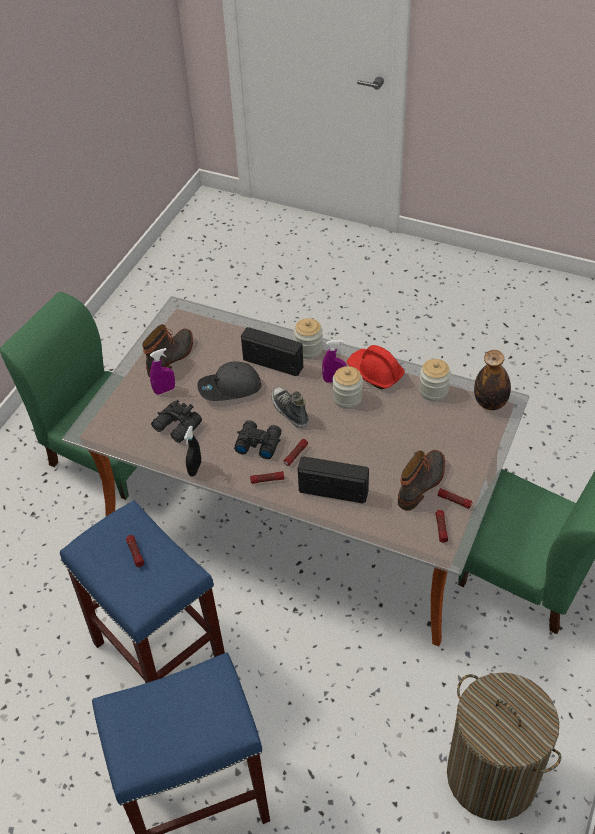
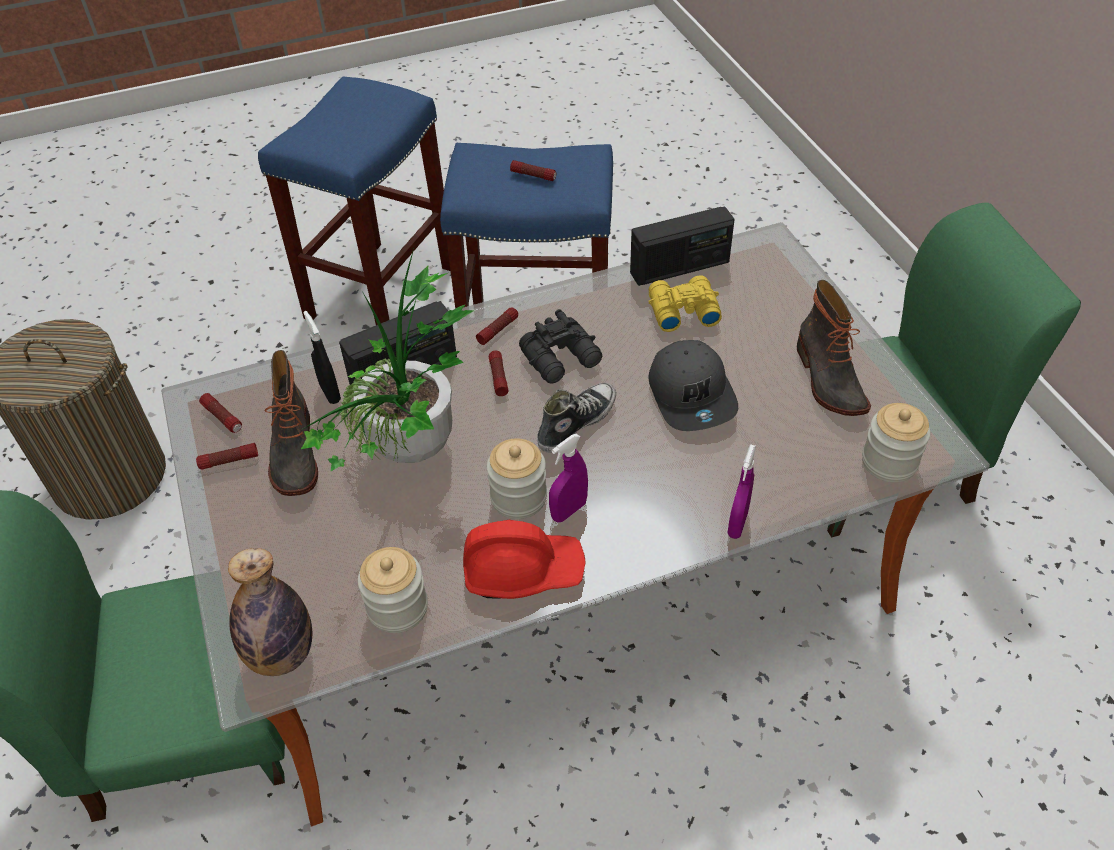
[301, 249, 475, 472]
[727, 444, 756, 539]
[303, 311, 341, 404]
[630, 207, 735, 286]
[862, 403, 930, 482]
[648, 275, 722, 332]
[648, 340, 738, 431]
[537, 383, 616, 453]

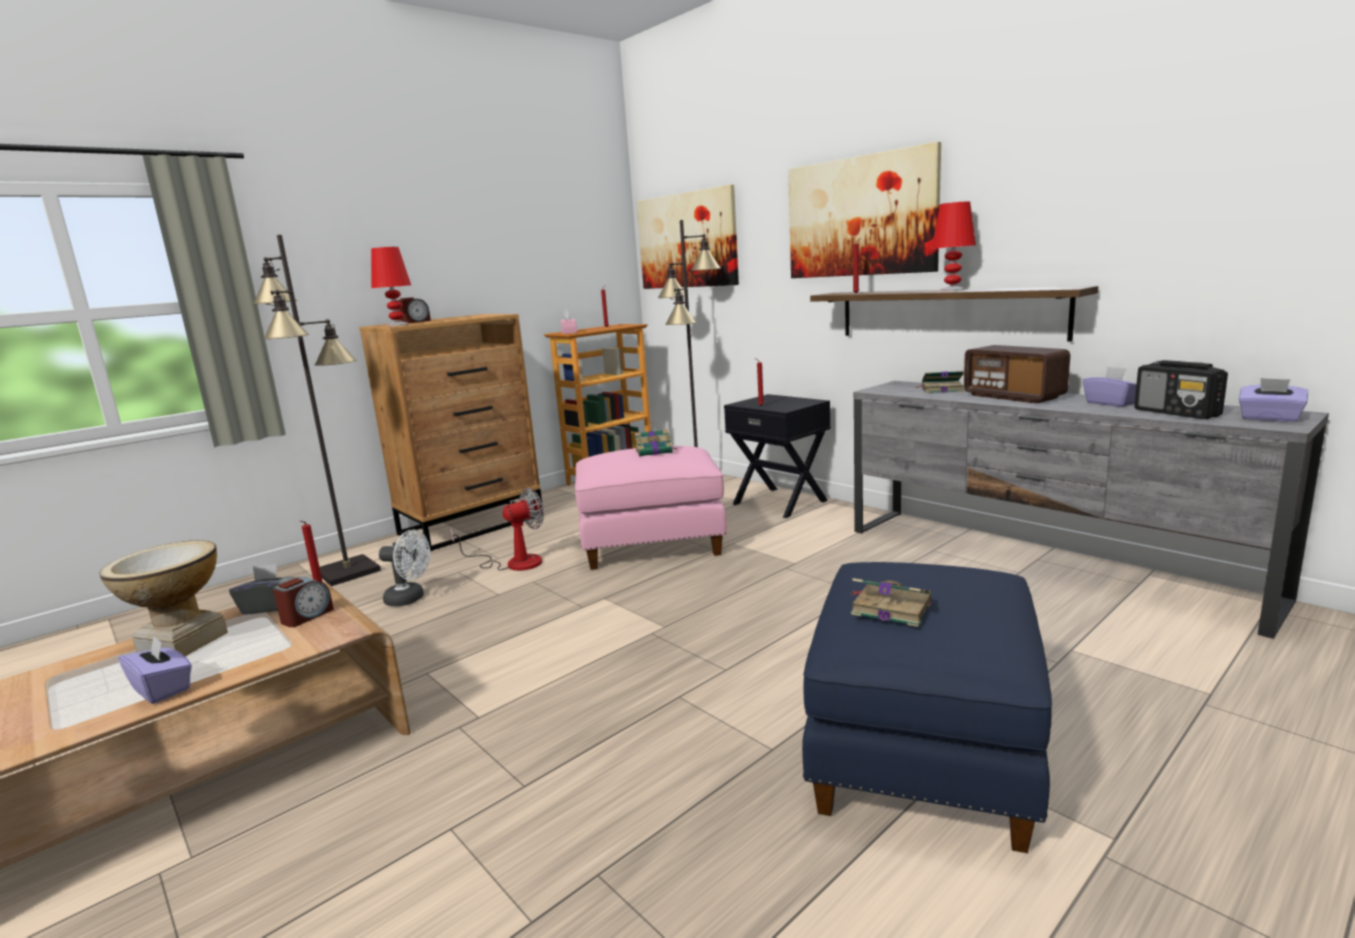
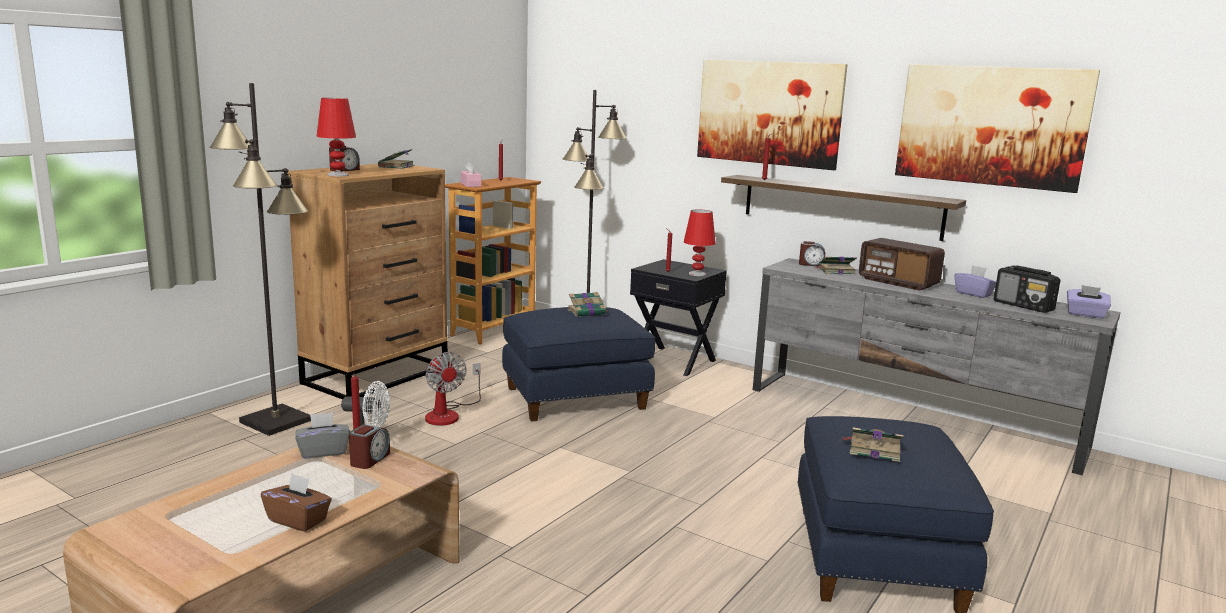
[99, 540, 228, 656] (first image)
[378, 149, 415, 169]
[799, 241, 825, 266]
[895, 64, 1100, 193]
[684, 209, 716, 276]
[261, 473, 332, 532]
[502, 307, 656, 422]
[425, 352, 481, 426]

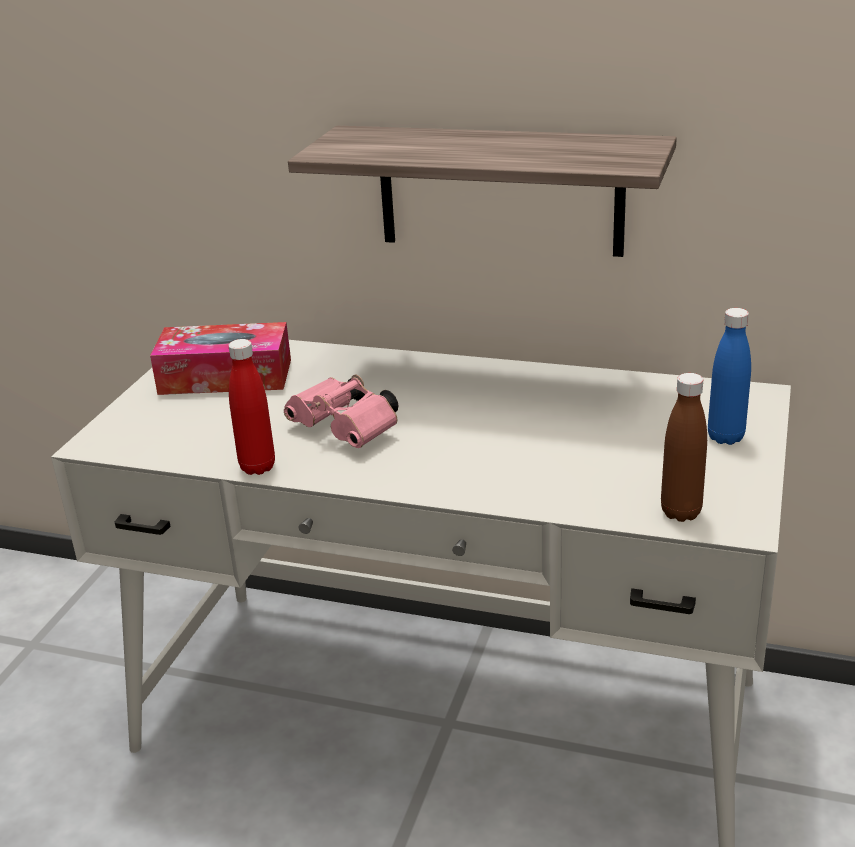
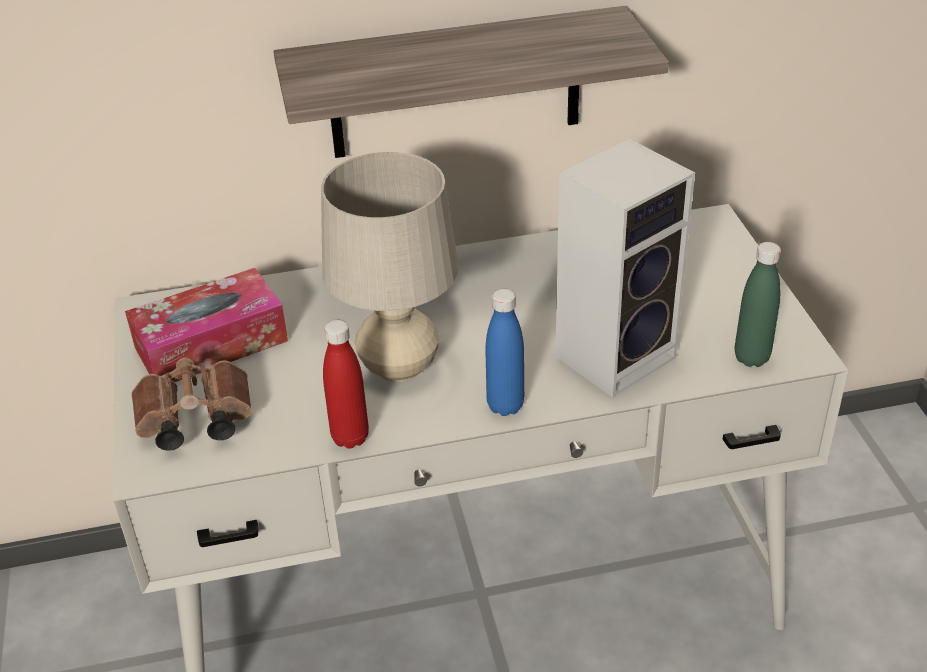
[131, 357, 252, 451]
[555, 138, 695, 397]
[485, 288, 524, 416]
[321, 152, 459, 382]
[735, 242, 781, 367]

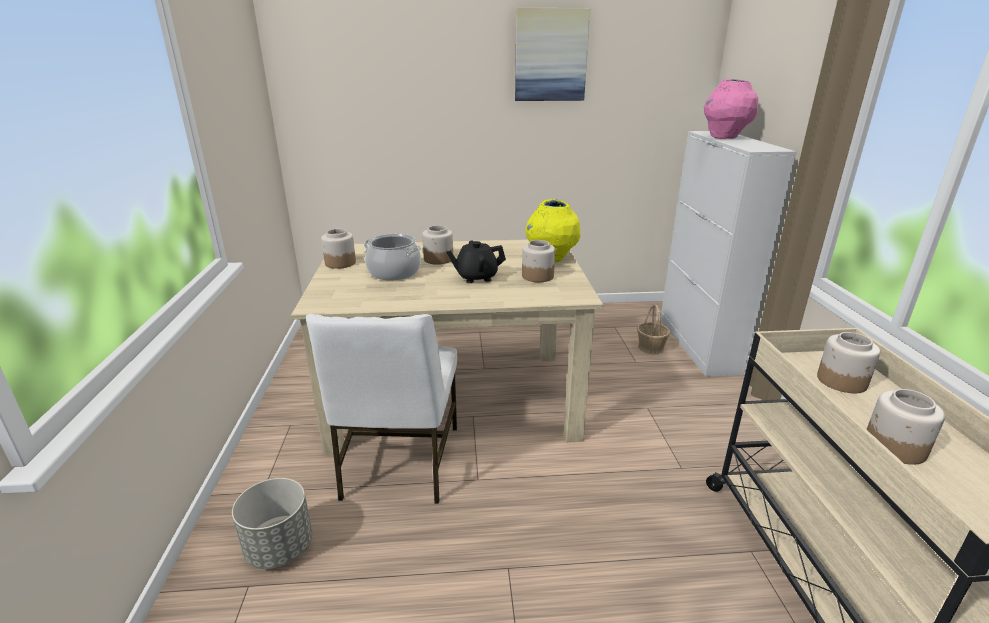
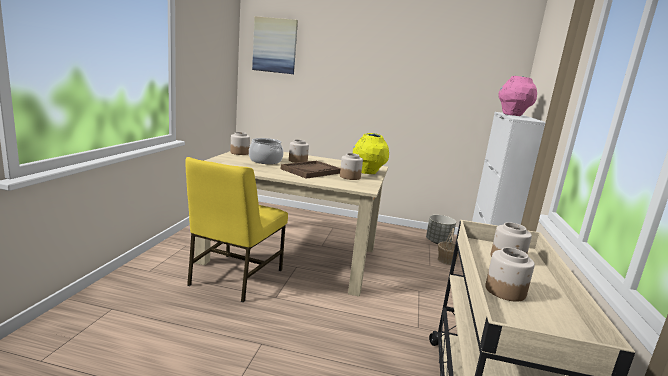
[426, 215, 456, 244]
[252, 16, 298, 74]
[281, 161, 340, 179]
[185, 157, 288, 302]

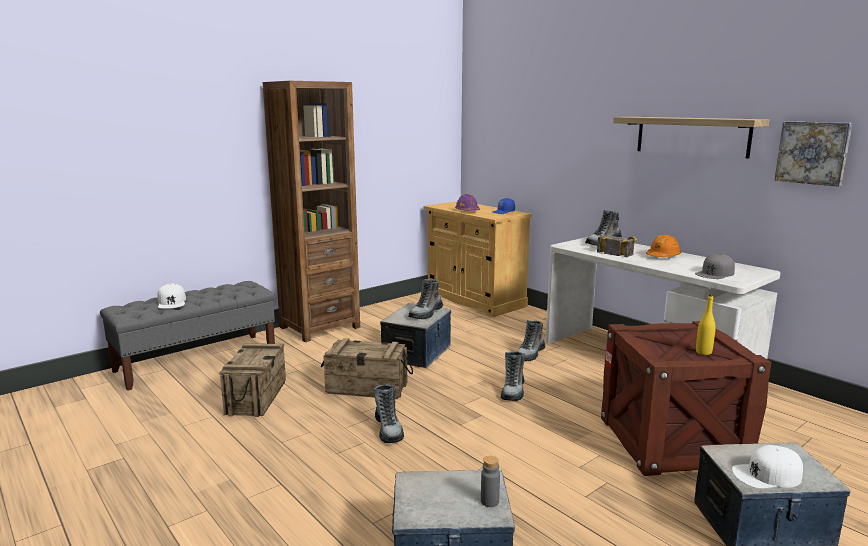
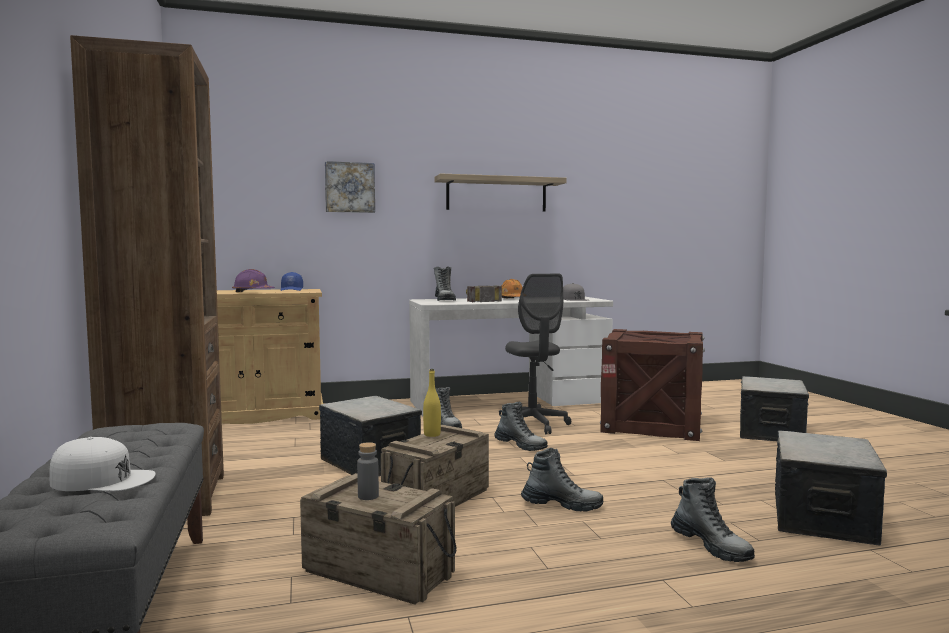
[732, 445, 803, 488] (first image)
[505, 274, 571, 434]
[671, 477, 755, 562]
[357, 442, 379, 500]
[423, 369, 441, 437]
[325, 161, 375, 213]

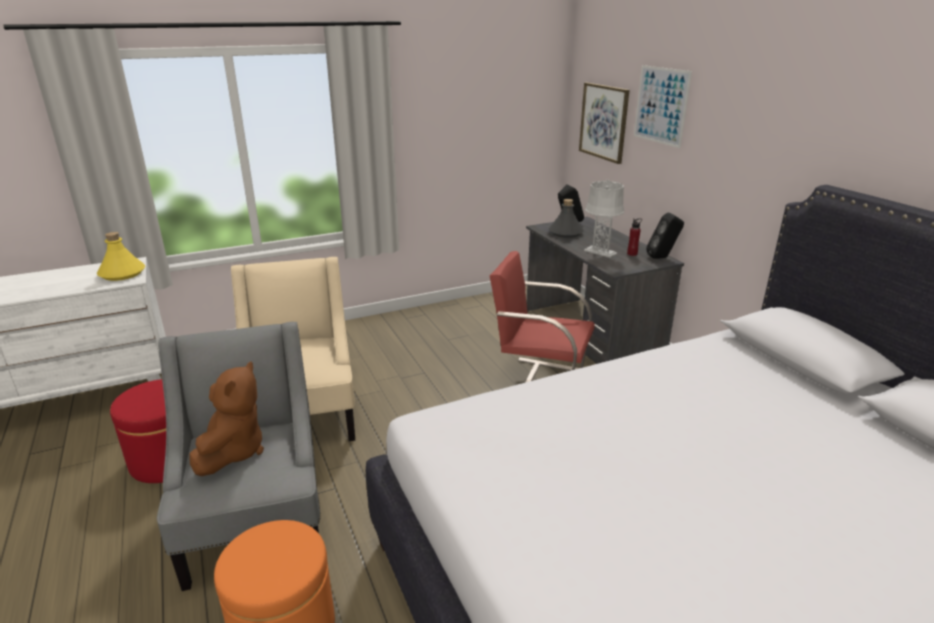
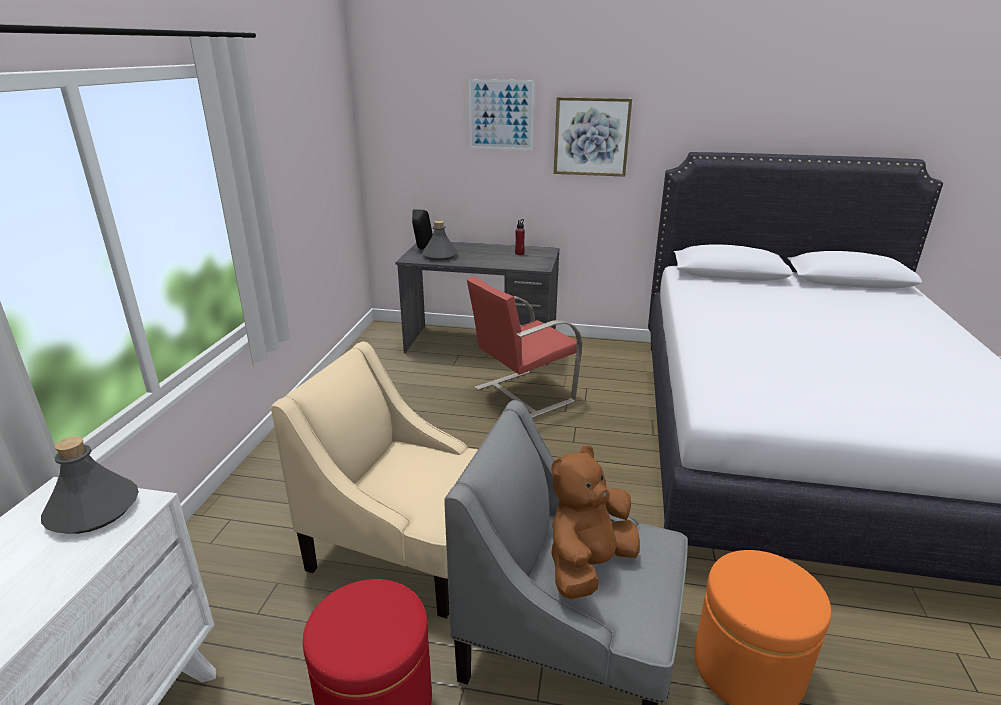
[584, 179, 625, 258] (first image)
[646, 212, 684, 259] (first image)
[554, 97, 632, 177]
[41, 436, 139, 534]
[551, 445, 640, 599]

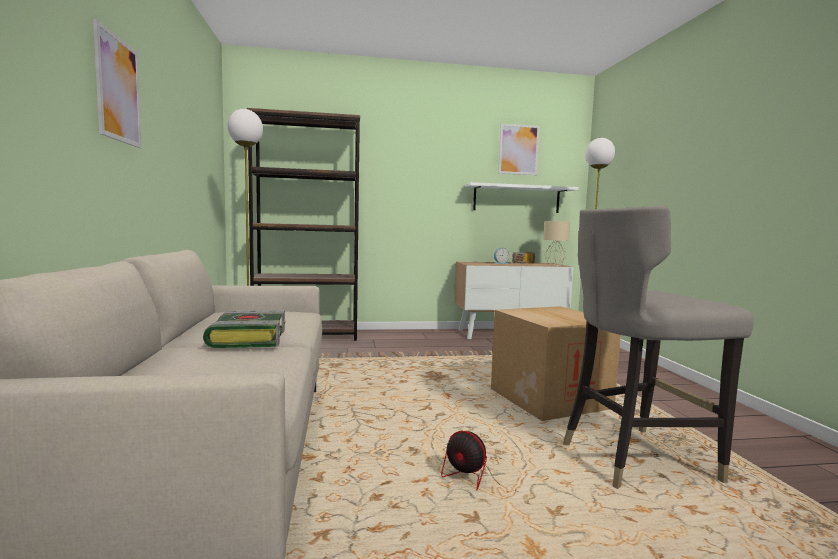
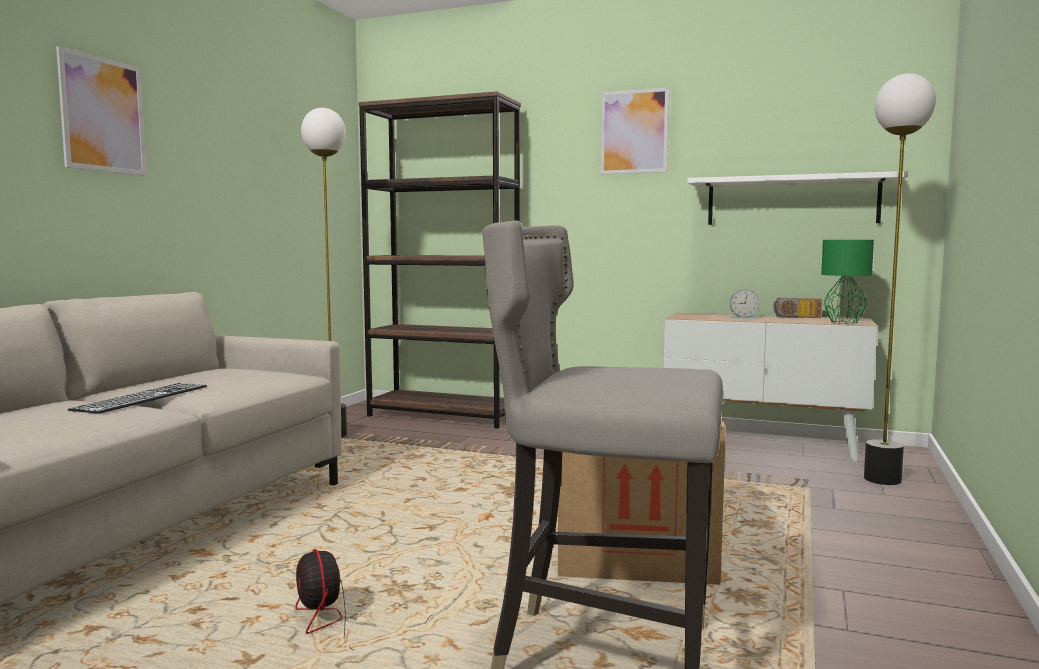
[600, 87, 669, 174]
[68, 383, 207, 414]
[821, 240, 874, 324]

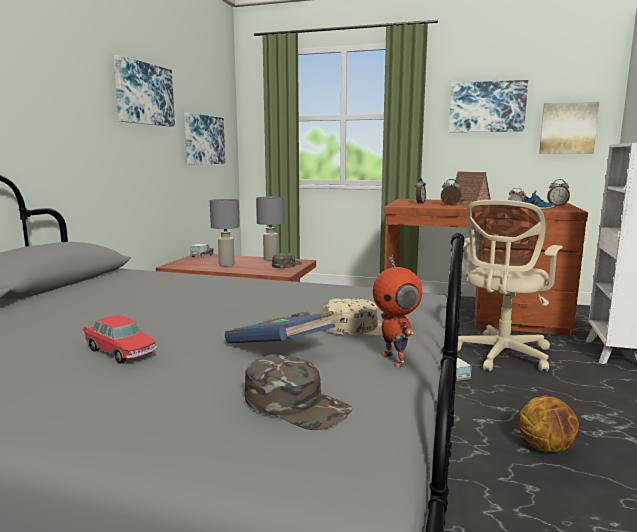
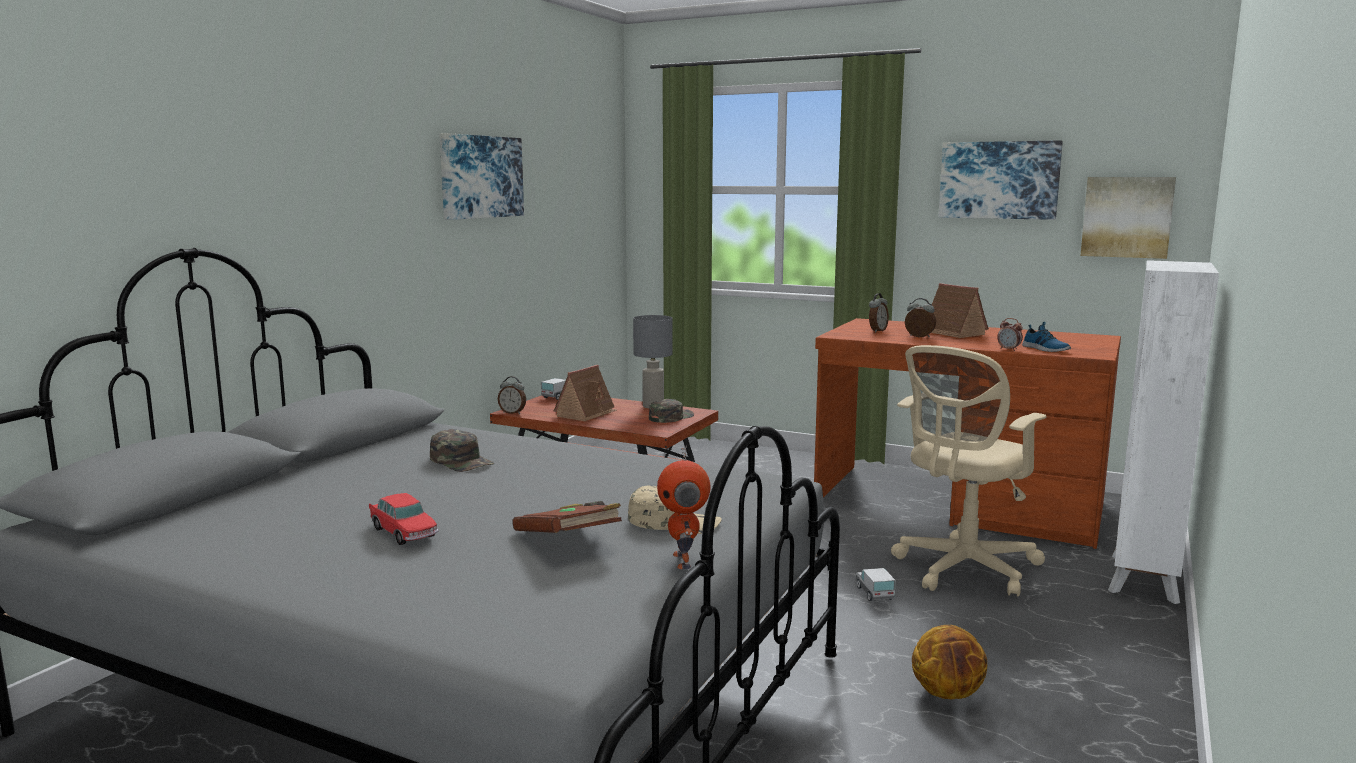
[184, 113, 225, 165] (first image)
[430, 429, 494, 472]
[498, 376, 526, 414]
[554, 365, 617, 421]
[513, 501, 622, 533]

